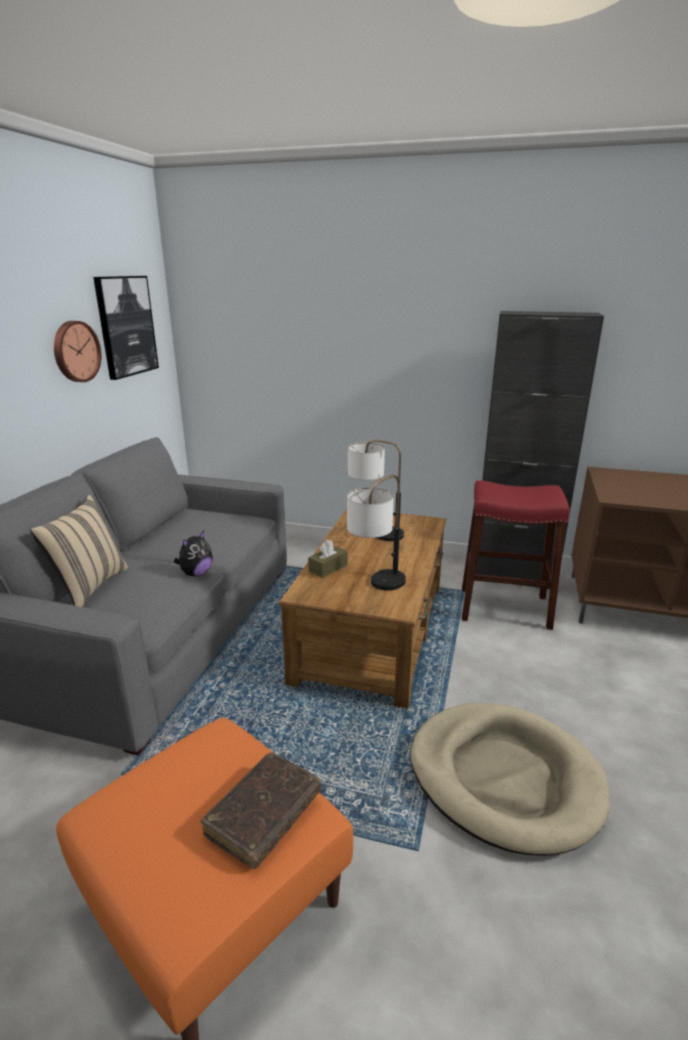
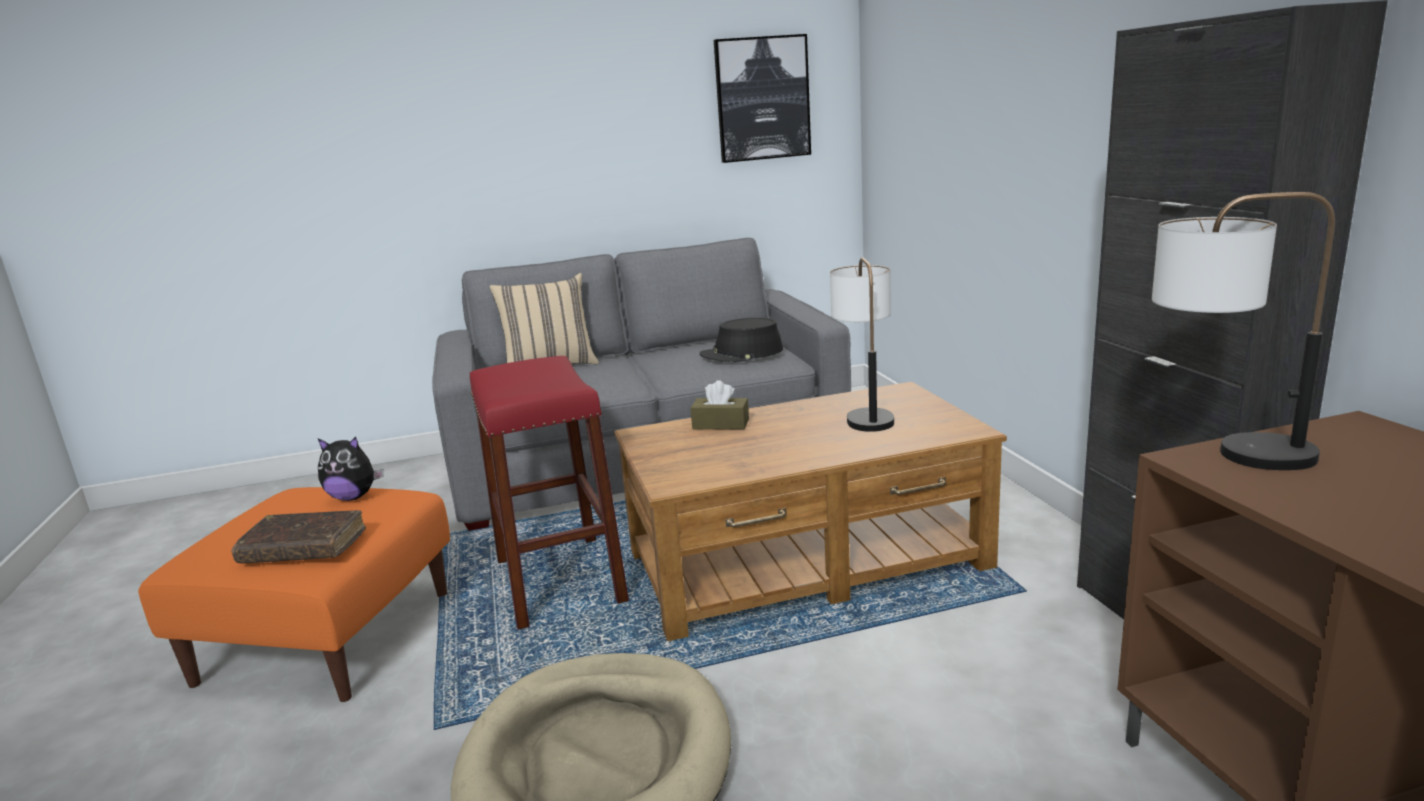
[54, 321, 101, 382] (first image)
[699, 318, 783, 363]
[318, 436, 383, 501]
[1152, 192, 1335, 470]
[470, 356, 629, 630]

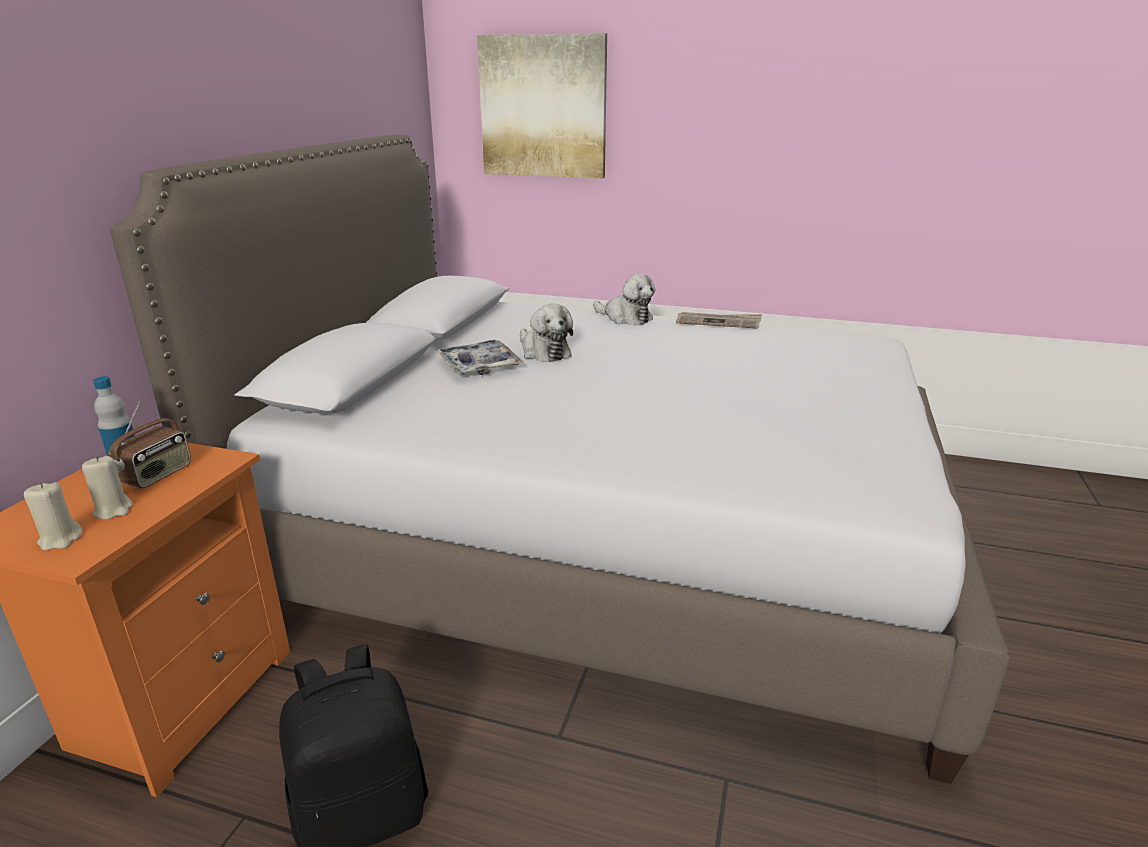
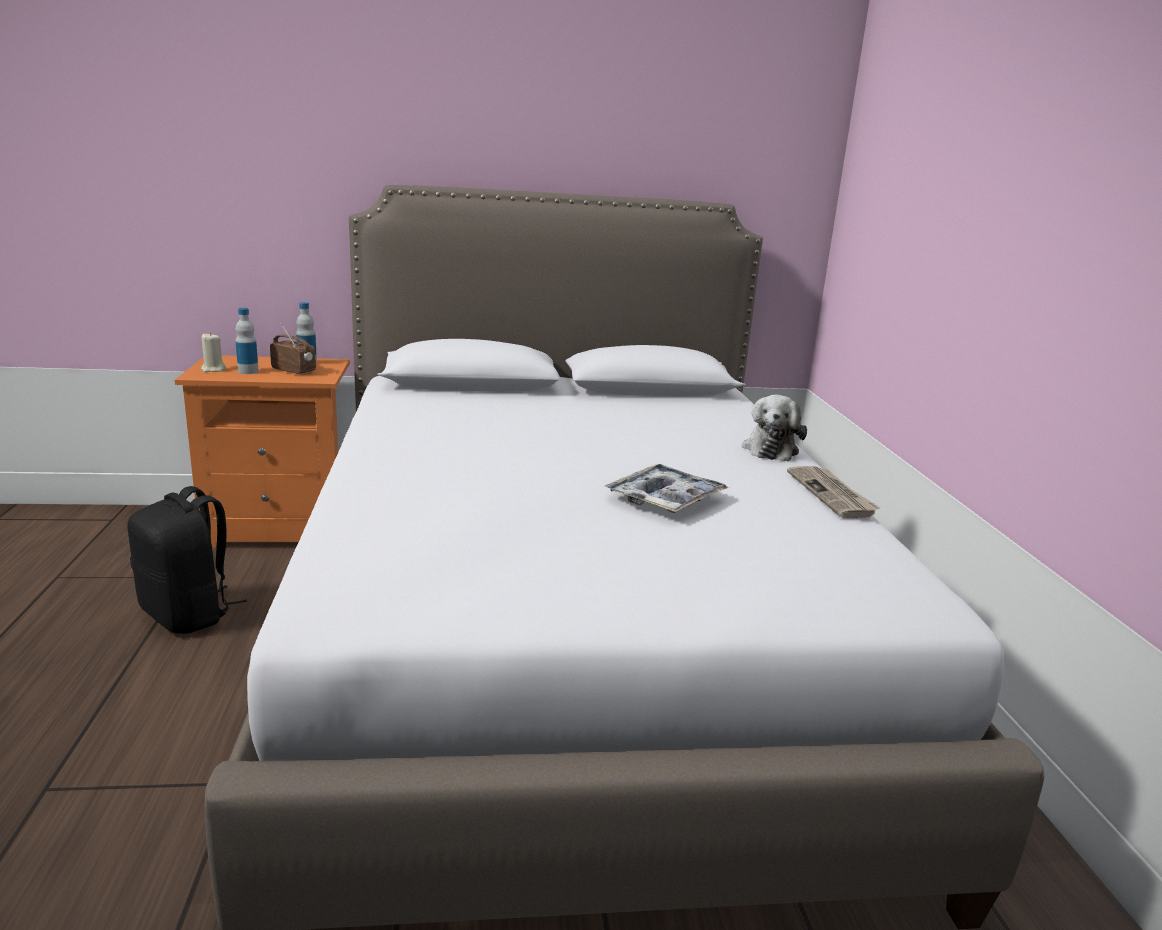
[477, 33, 607, 178] (first image)
[520, 304, 573, 362] (first image)
[604, 464, 729, 513]
[236, 308, 259, 374]
[270, 322, 316, 375]

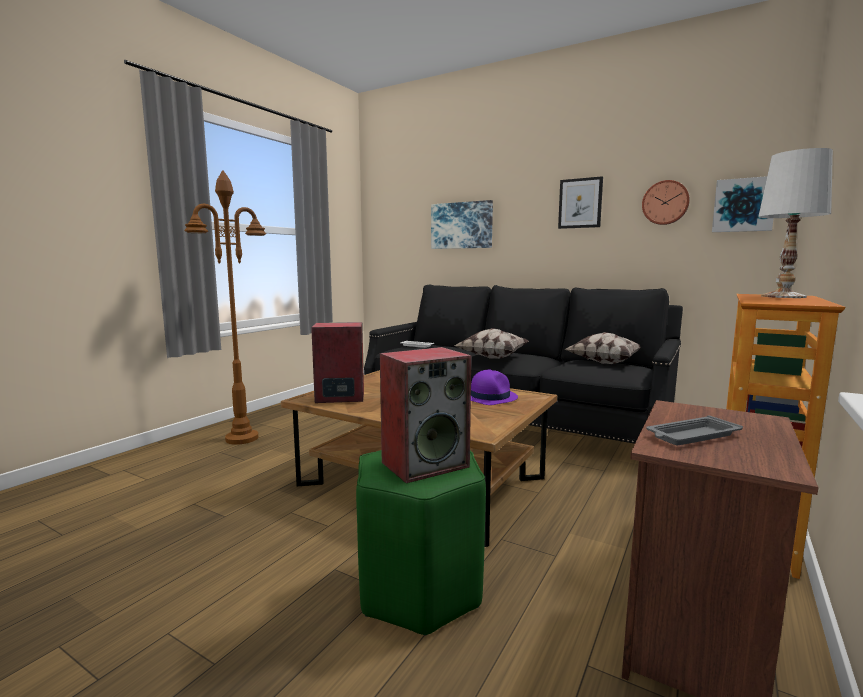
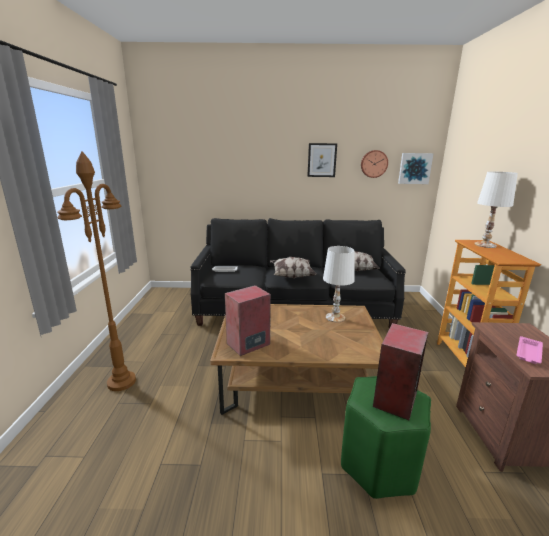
[431, 200, 493, 249] (first image)
[323, 246, 355, 322]
[516, 336, 543, 364]

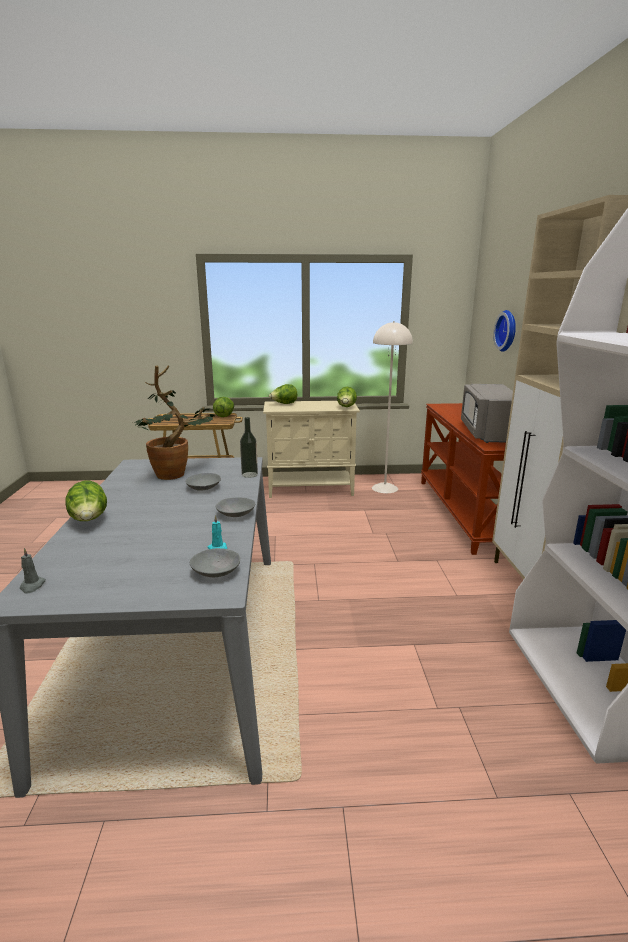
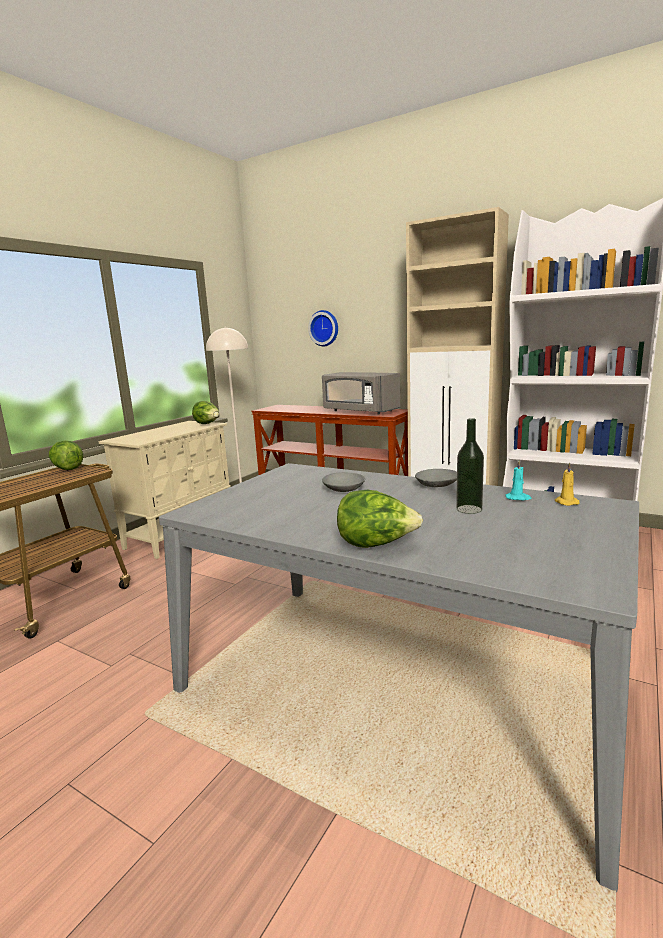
[20, 548, 46, 594] (first image)
[133, 366, 218, 480] (first image)
[269, 384, 297, 404] (first image)
[456, 418, 484, 514]
[555, 463, 580, 506]

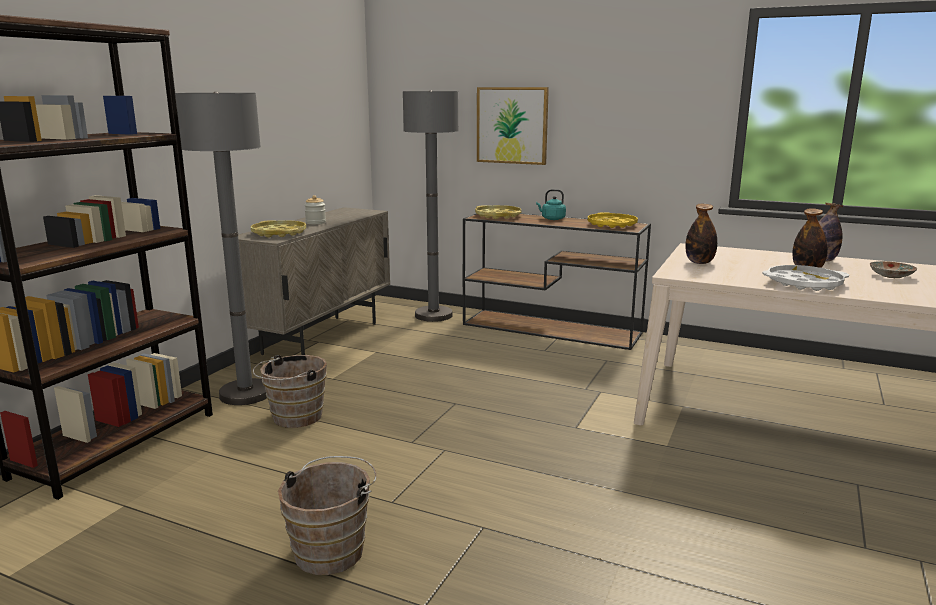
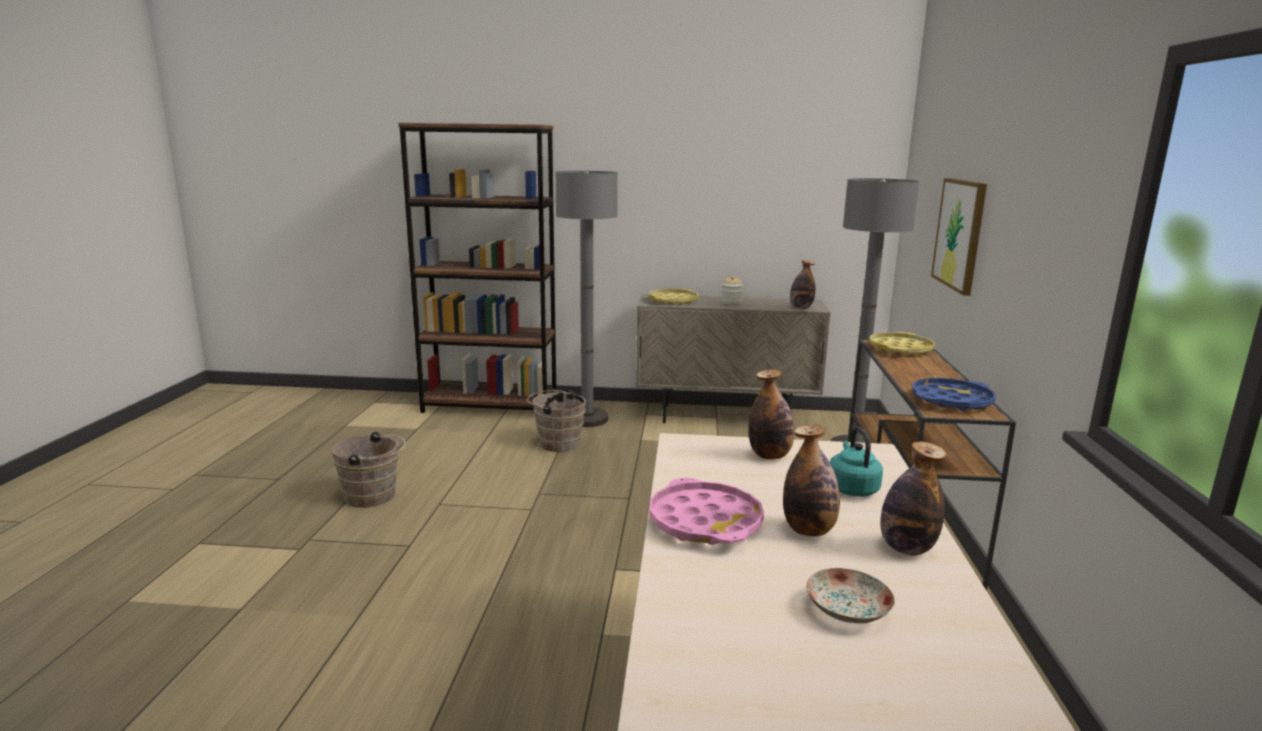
[790, 260, 816, 309]
[830, 427, 883, 497]
[912, 378, 996, 411]
[650, 478, 764, 545]

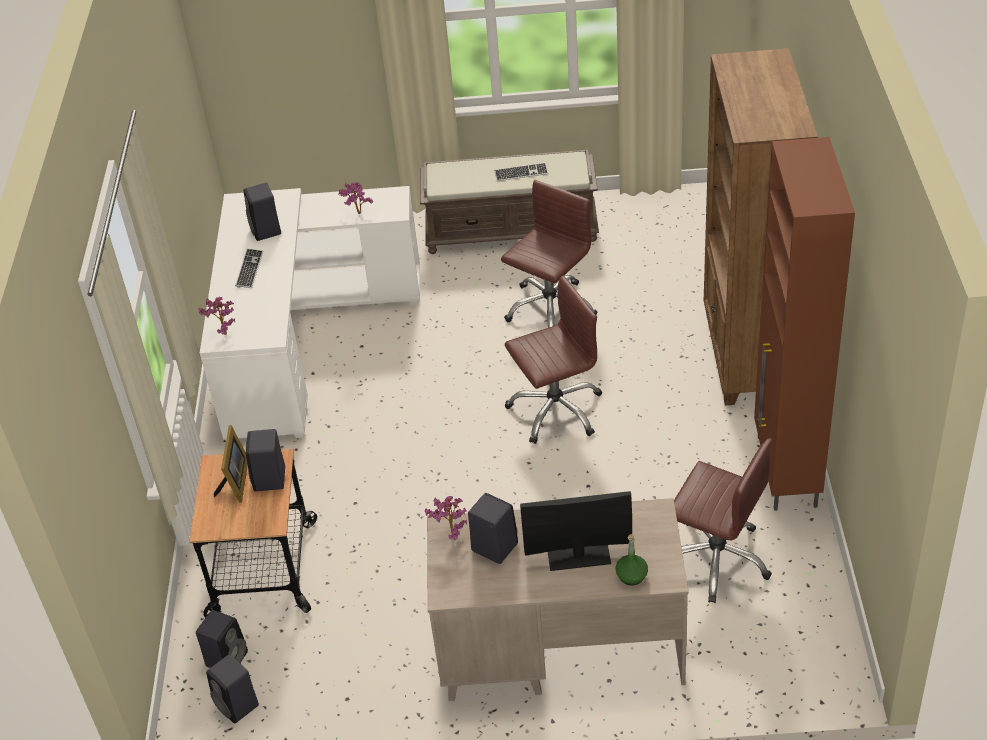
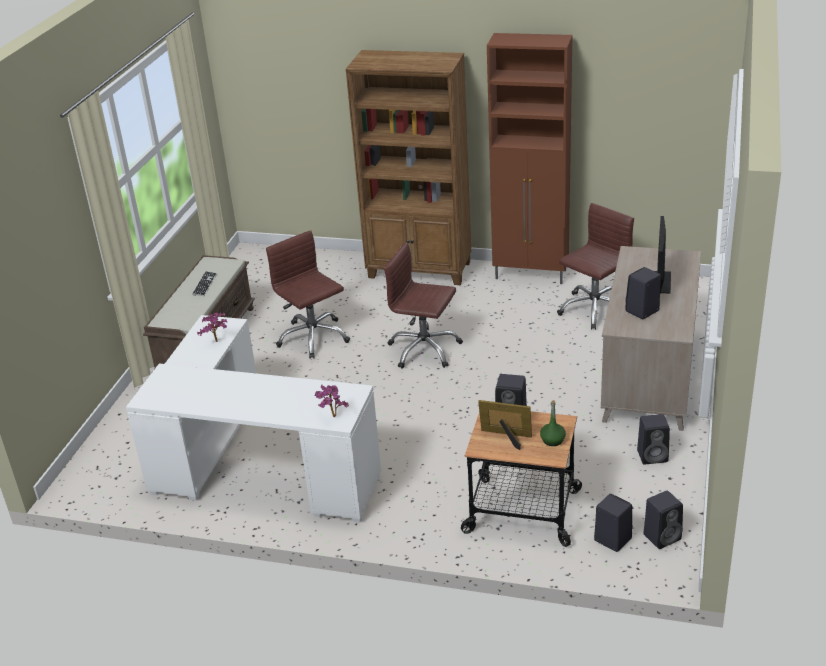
[235, 249, 263, 288] (first image)
[425, 496, 467, 540] (first image)
[637, 414, 670, 464]
[540, 400, 566, 446]
[384, 242, 463, 369]

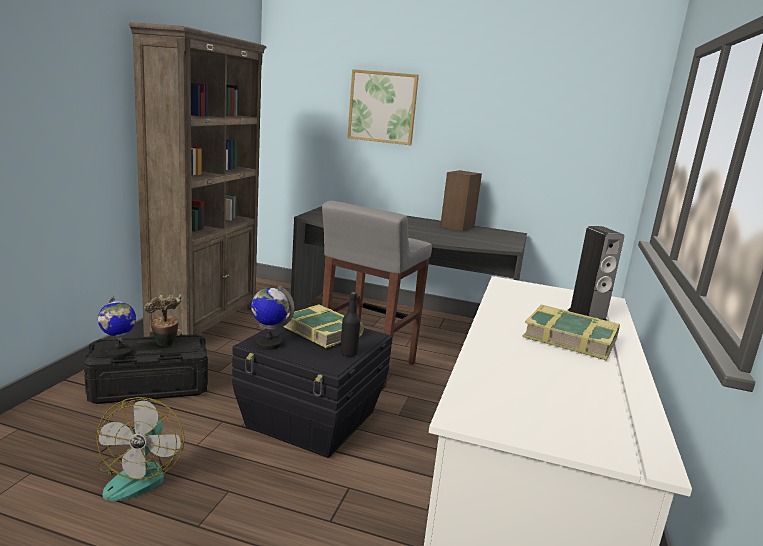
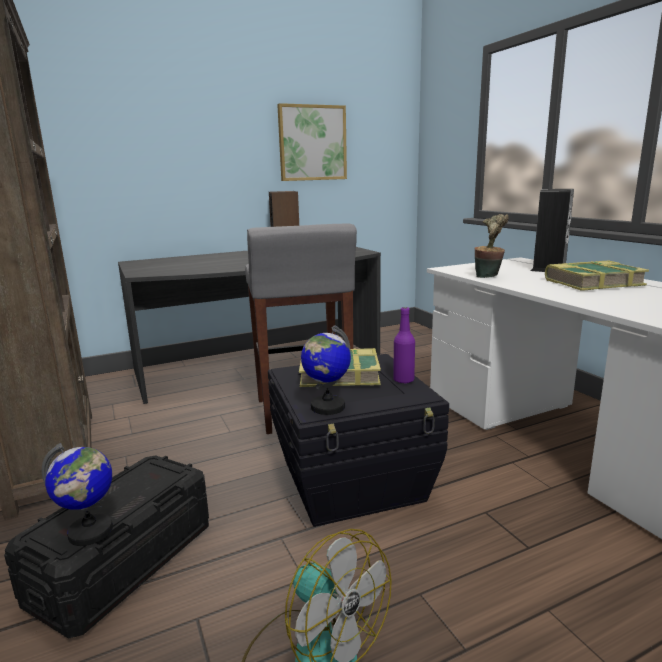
[474, 214, 508, 278]
[277, 103, 347, 181]
[393, 307, 415, 384]

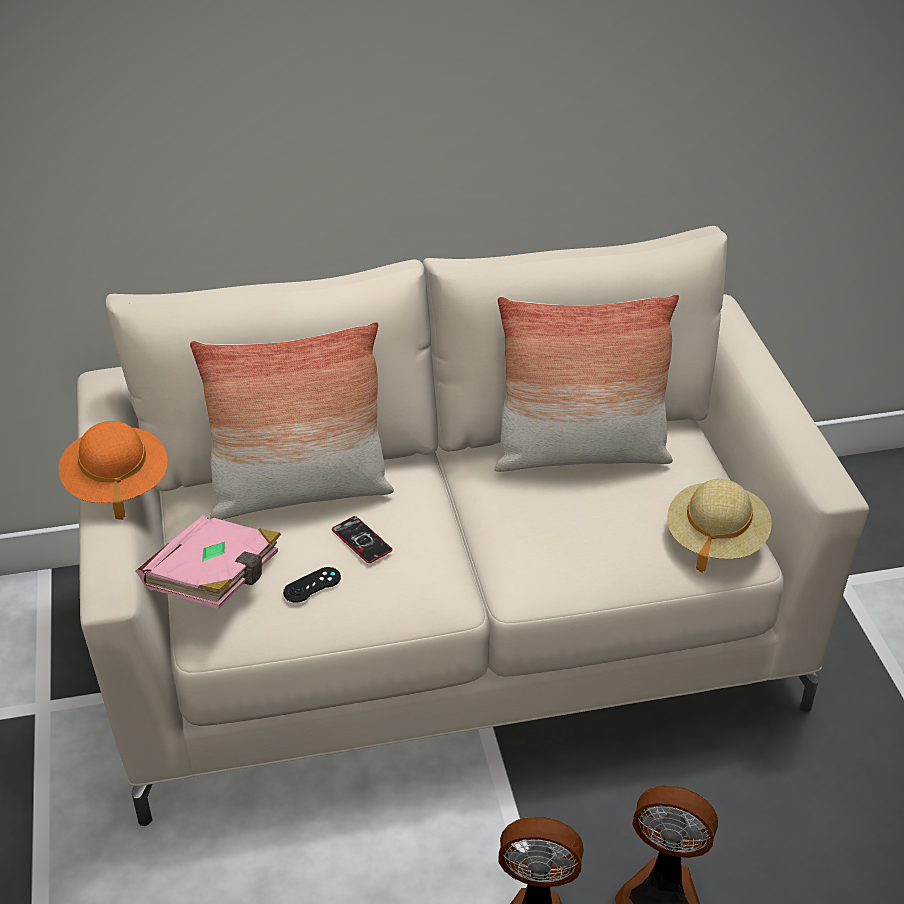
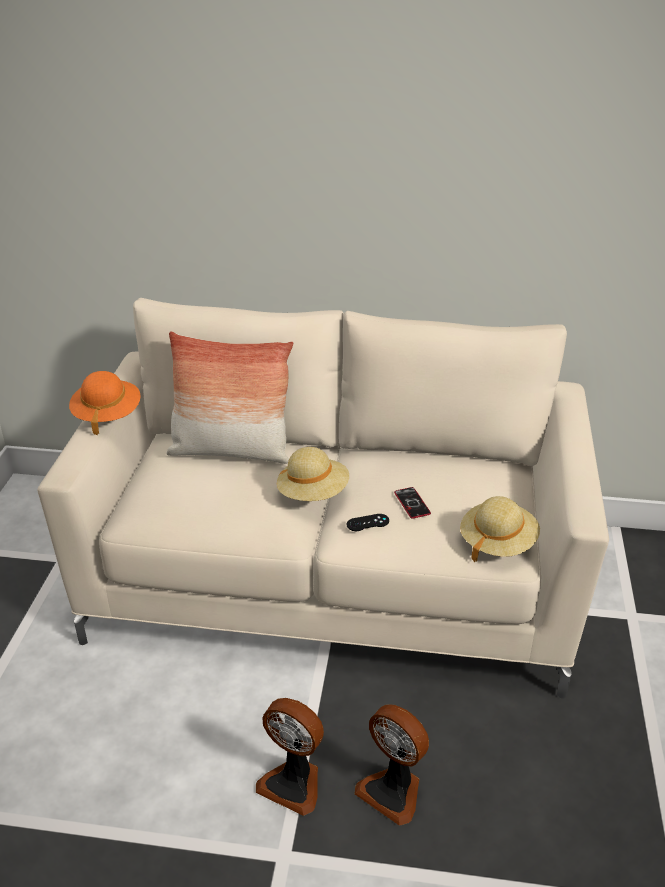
[135, 515, 281, 609] (first image)
[494, 294, 679, 472] (first image)
[277, 447, 349, 501]
[347, 514, 389, 531]
[394, 487, 431, 519]

